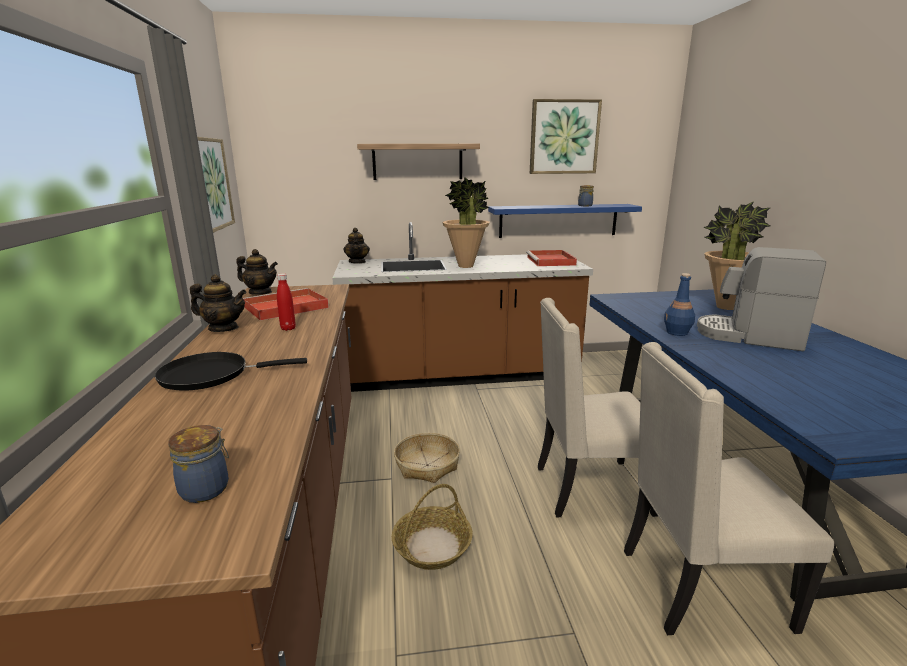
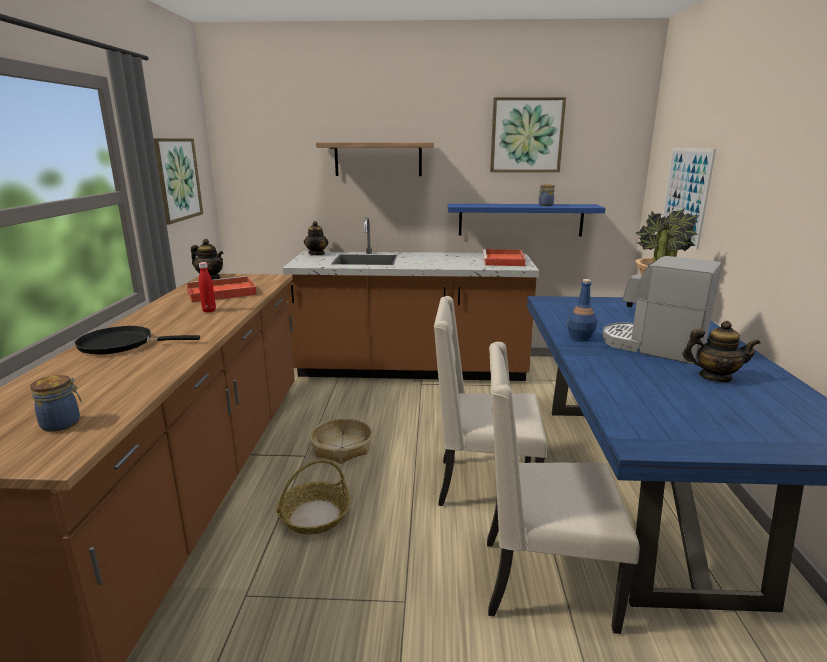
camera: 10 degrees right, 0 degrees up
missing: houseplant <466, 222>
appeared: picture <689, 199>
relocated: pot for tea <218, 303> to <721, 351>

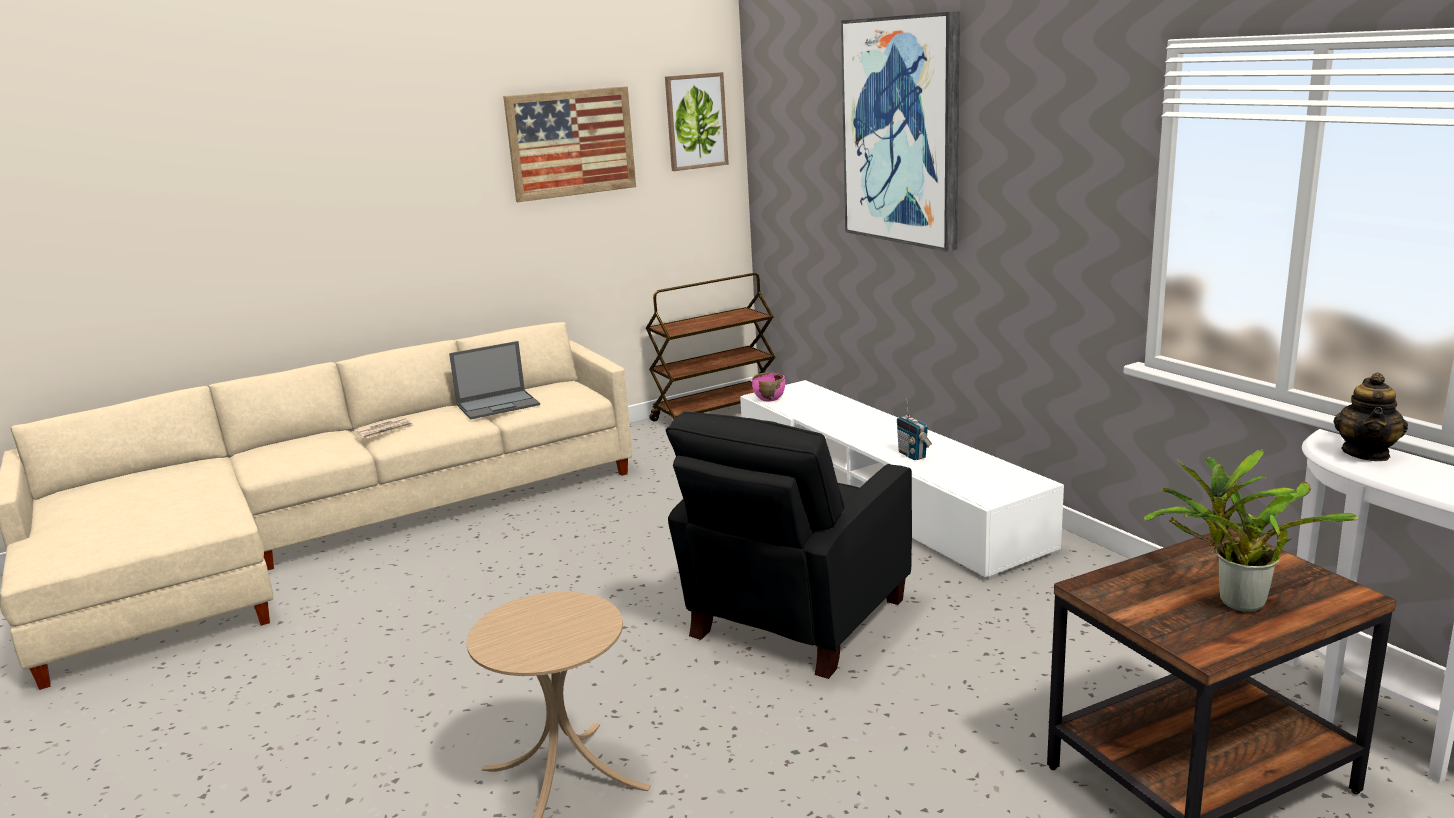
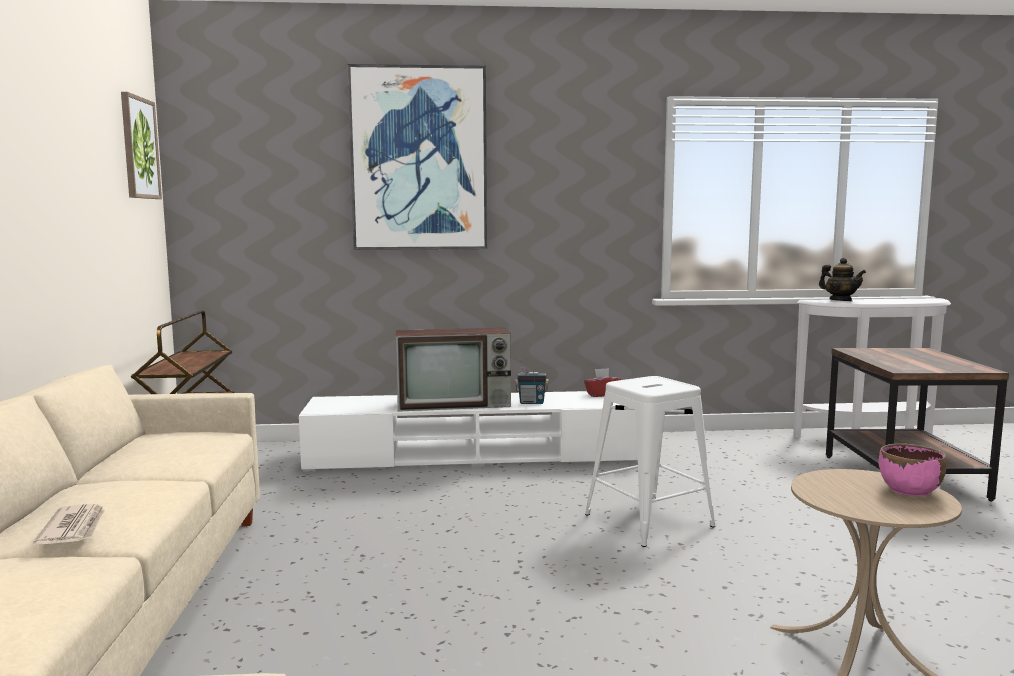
camera: 65 degrees left, 10 degrees down
missing: picture <569, 144>; portable computer <494, 380>; houseplant <1251, 530>
appeared: TV <453, 370>; reddish tissue holder <603, 382>
relocated: pink-coloured serving bowl <768, 386> to <912, 469>
exchanged: black-coloured easy chair <789, 545> to white-coloured stool <650, 461>

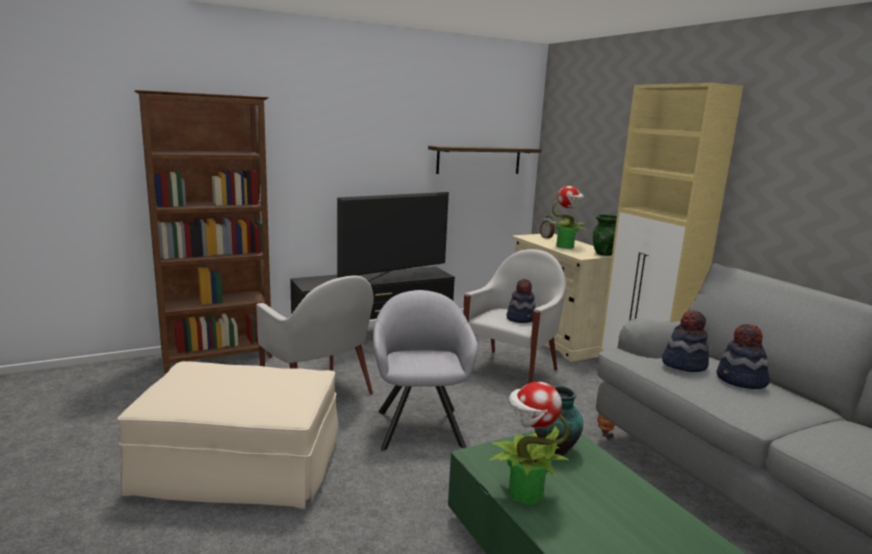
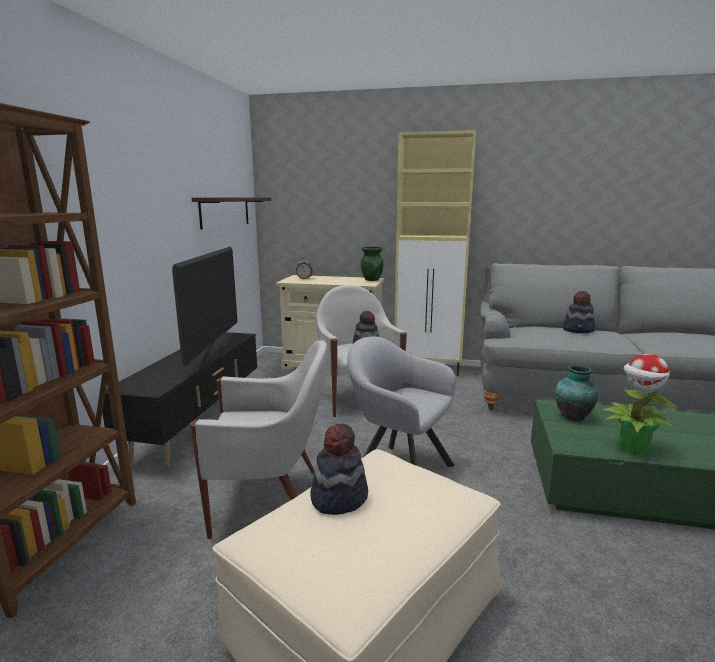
camera: 50 degrees left, 0 degrees up
missing: houseplant <569, 217>
relocated: wearable hat <685, 341> to <339, 469>

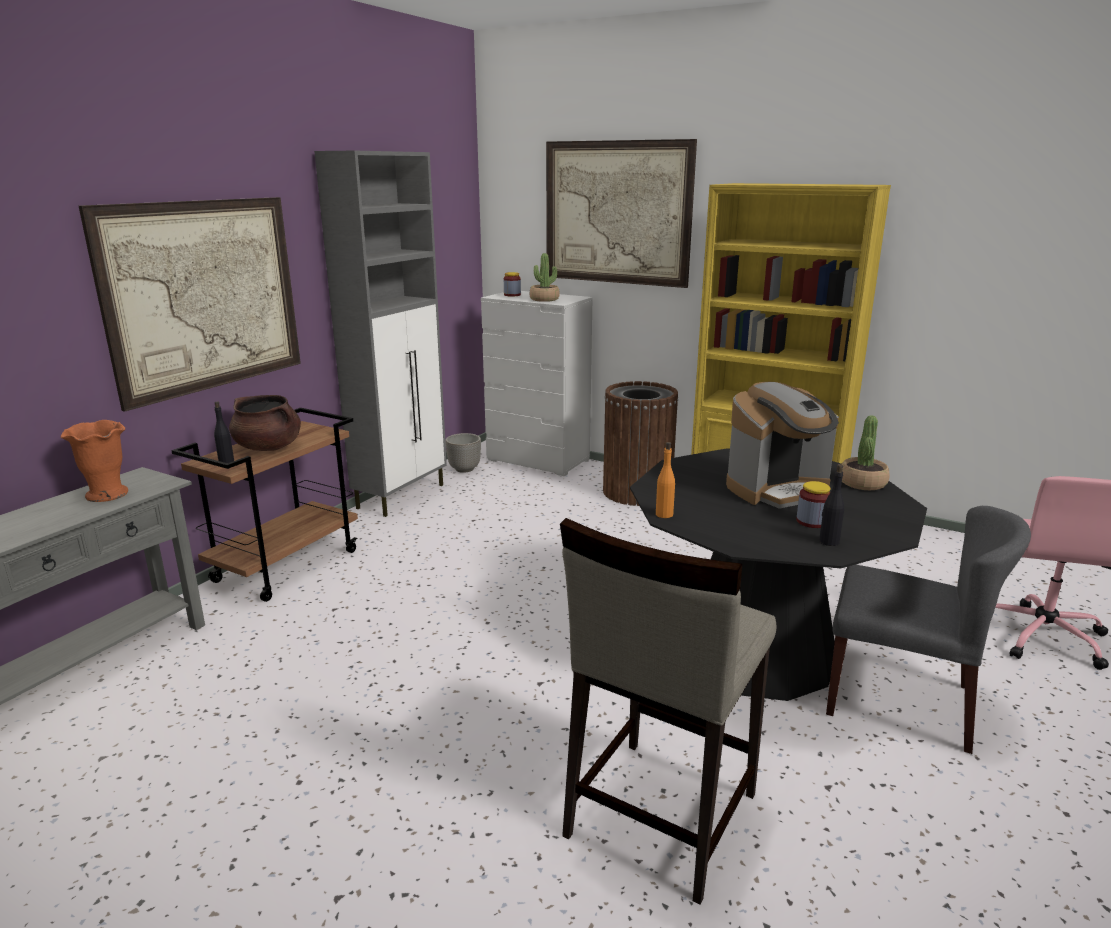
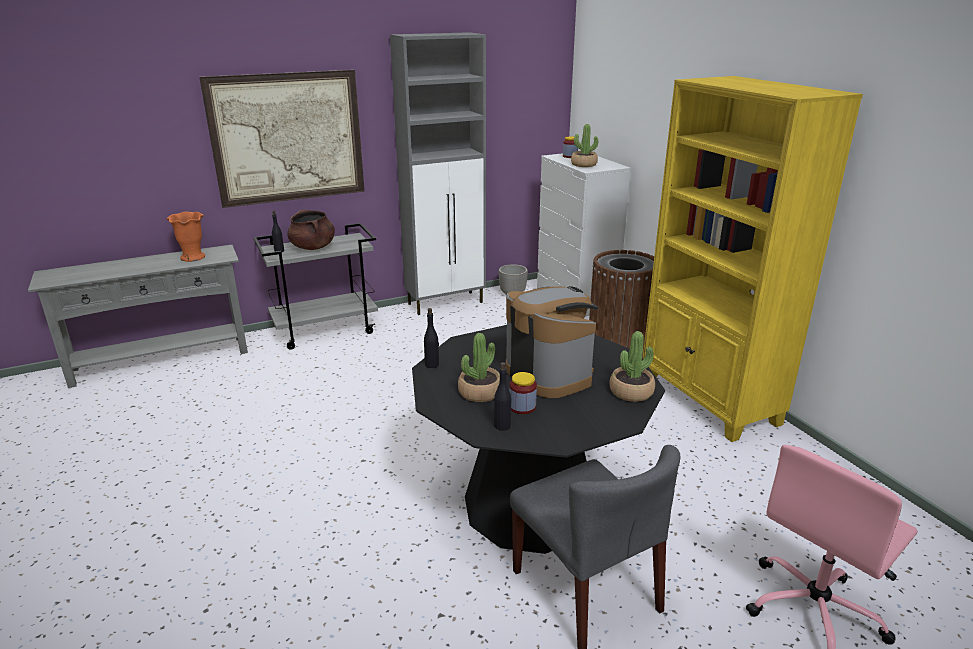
camera: 35 degrees right, 5 degrees up
missing: picture <621, 213>; beige-coloured stool <668, 711>
appeared: houseplant <479, 367>
colour: brown-coloured wheeled cart <265, 505> to grey wheeled cart <315, 286>; orangey beverage bottle <665, 480> to black-coloured beverage bottle <431, 338>
spun: coffee maker <782, 445> = <552, 342> 135 degrees counterclockwise

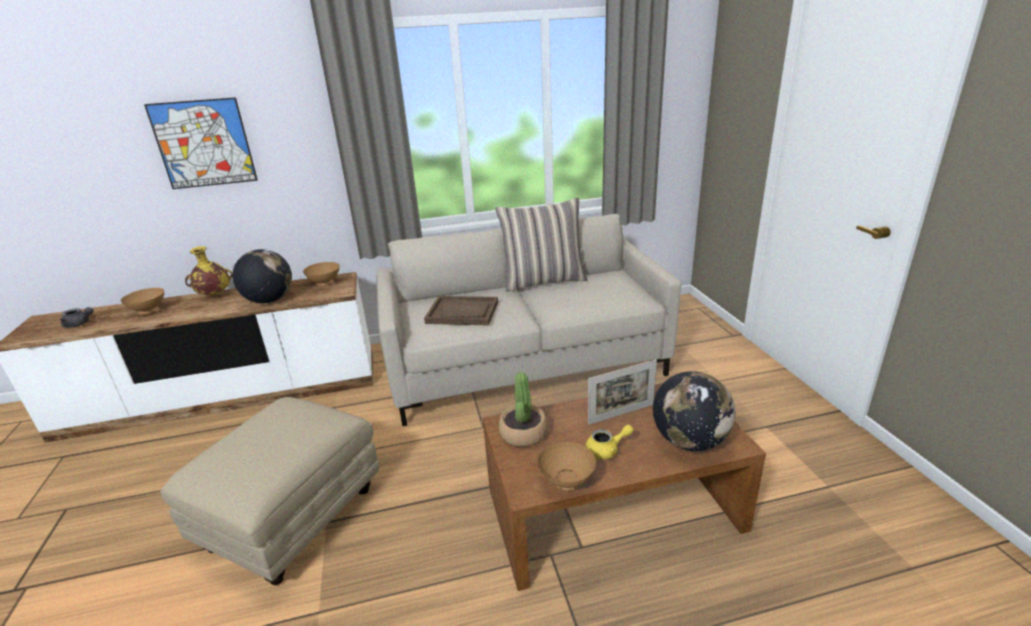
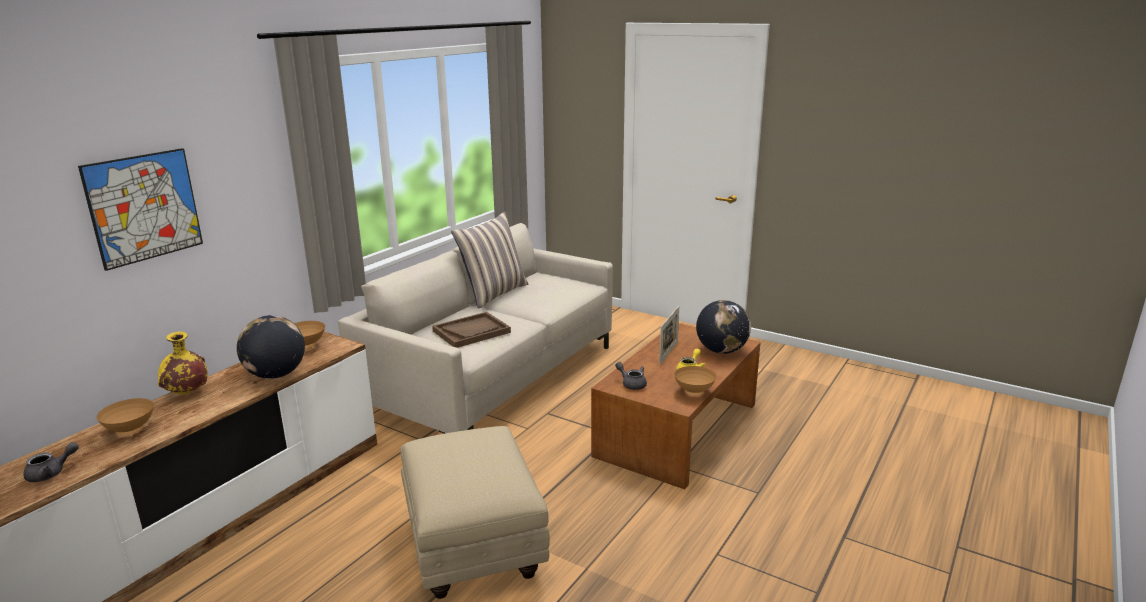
camera: 45 degrees left, 5 degrees down
exchanged: houseplant <523, 409> to grey pot for tea <631, 376>

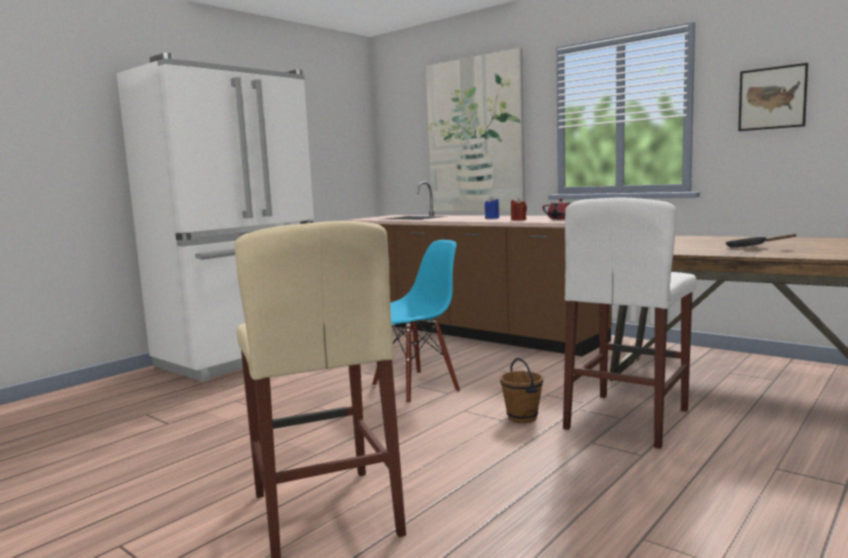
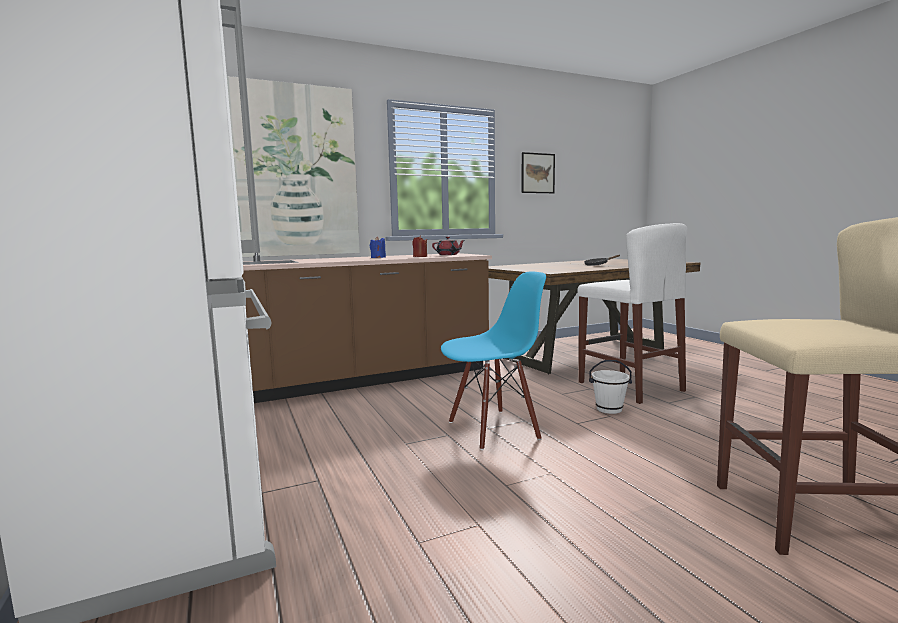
camera: 65 degrees left, 0 degrees up
colour: brown-coloured pail <521, 390> to white-coloured pail <610, 387>
spun: blue-coloured upright chair <416, 322> = <493, 361> 75 degrees clockwise

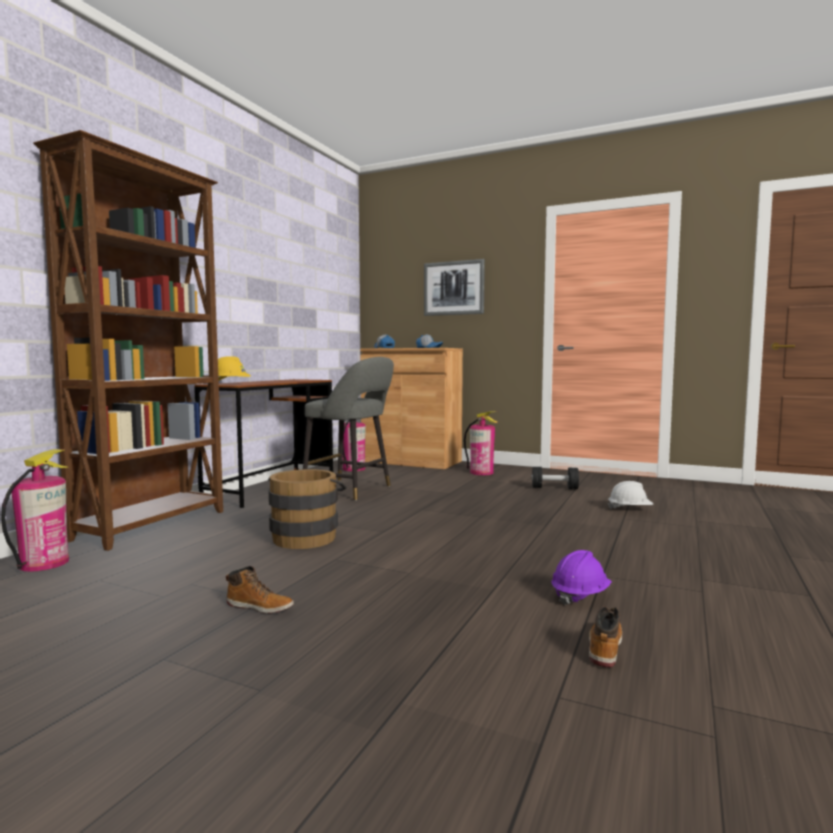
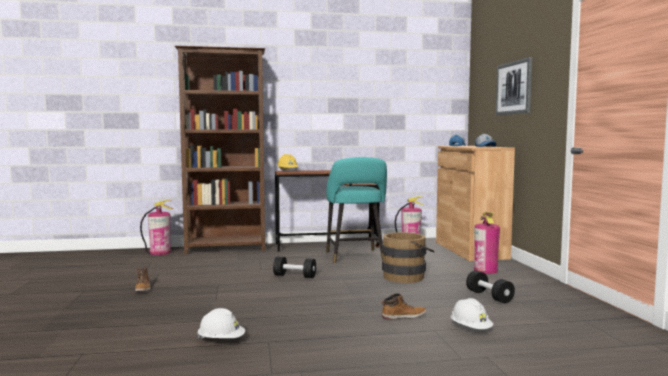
camera: 55 degrees right, 0 degrees up
appeared: black-coloured dumbbell <294, 267>
relocated: brown-coloured pail <307, 509> to <408, 257>; tall boot <605, 637> to <404, 306>
colour: grey stool <348, 429> to blue-green stool <356, 210>; purplish work helmet <582, 577> to white-coloured work helmet <221, 323>

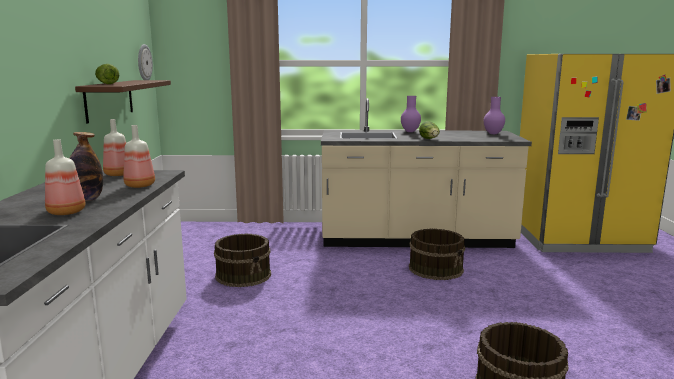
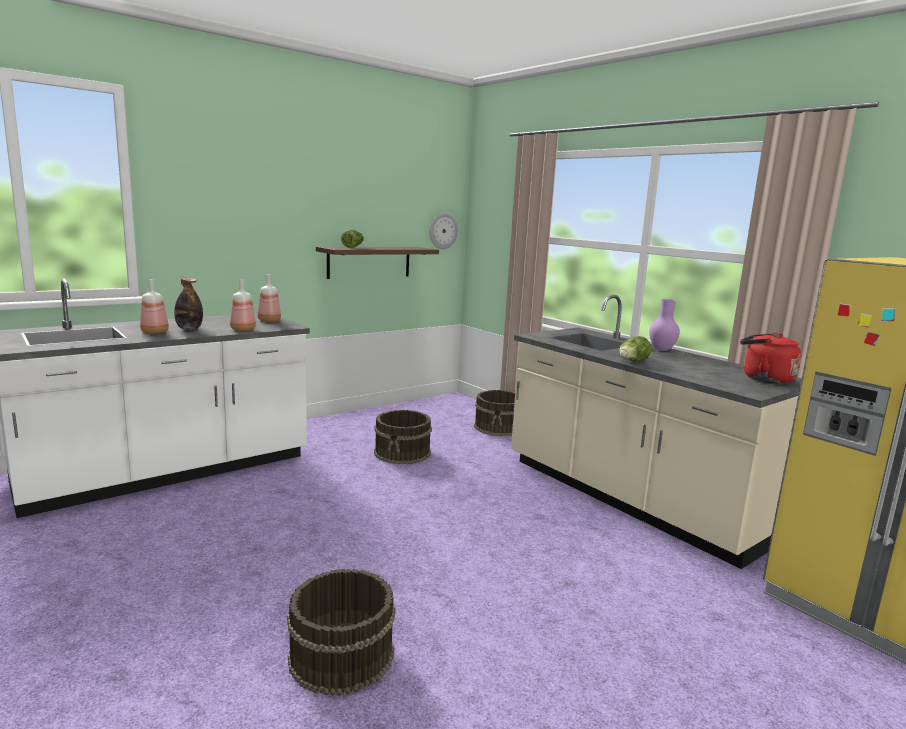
camera: 50 degrees right, 0 degrees up
relocated: brown-coloured pail <437, 254> to <494, 413>
exchanged: purplish vase <494, 115> to reddish water kettle <770, 358>

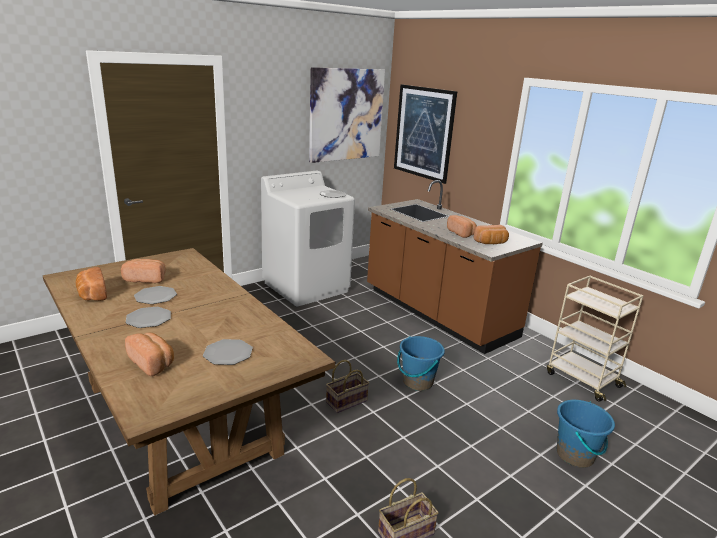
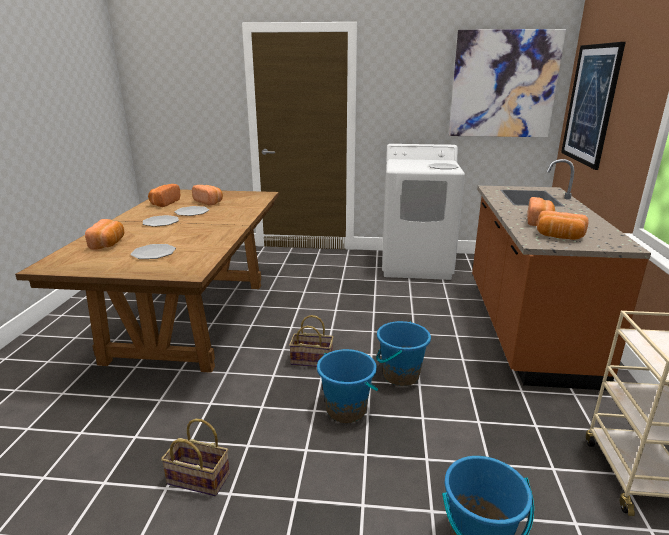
camera: 45 degrees right, 0 degrees up
appeared: blue-coloured pail <347, 386>

